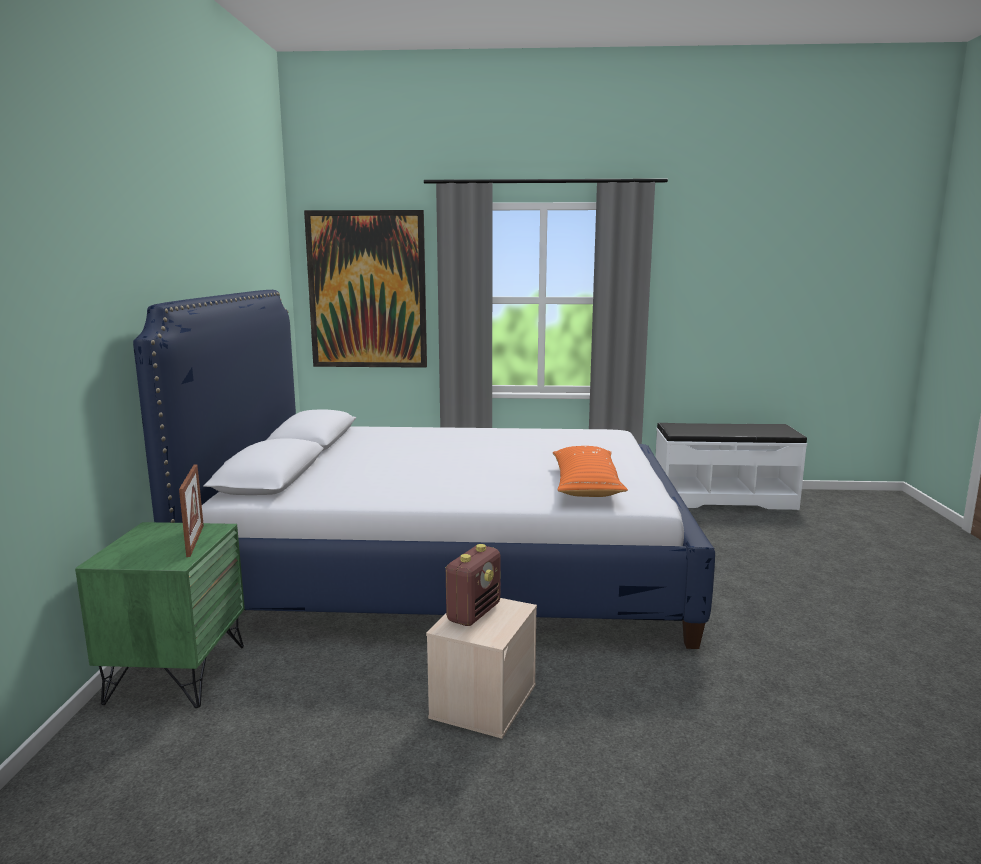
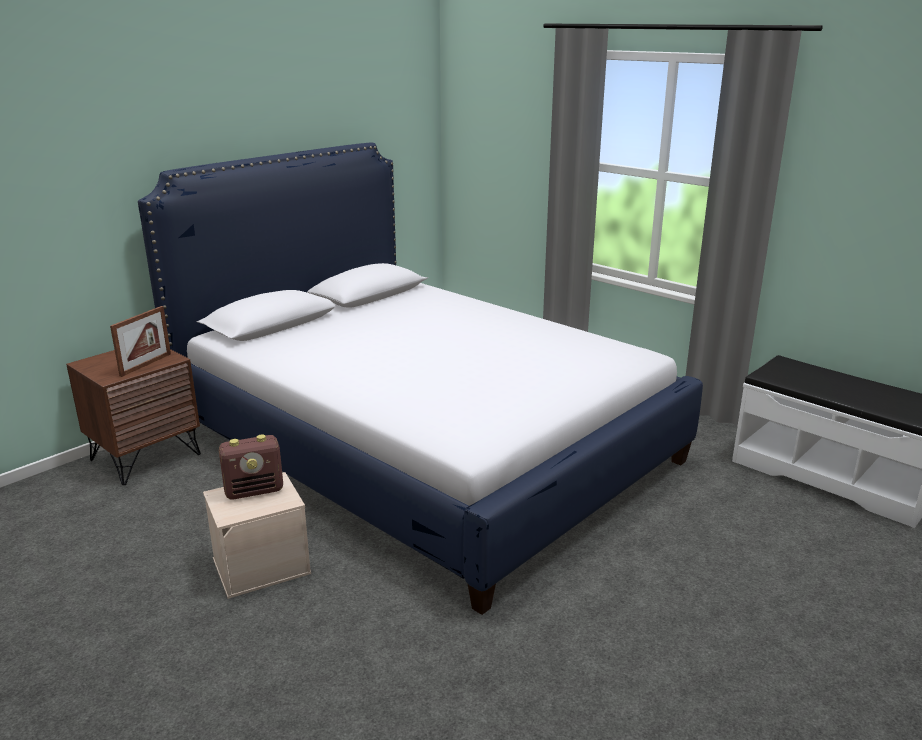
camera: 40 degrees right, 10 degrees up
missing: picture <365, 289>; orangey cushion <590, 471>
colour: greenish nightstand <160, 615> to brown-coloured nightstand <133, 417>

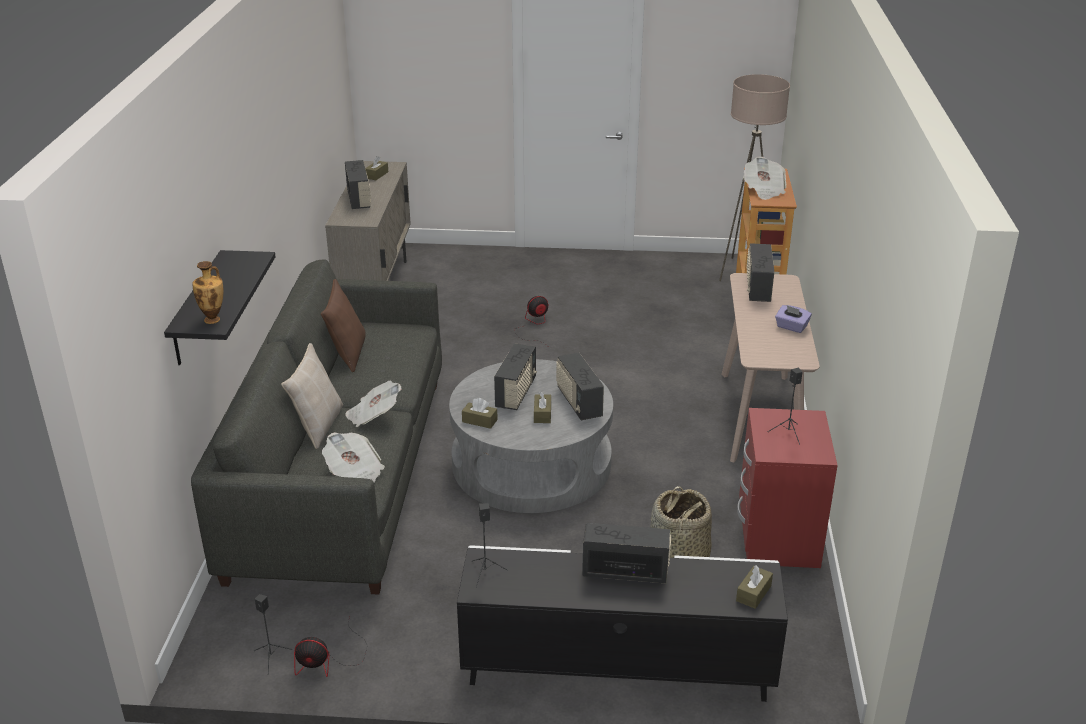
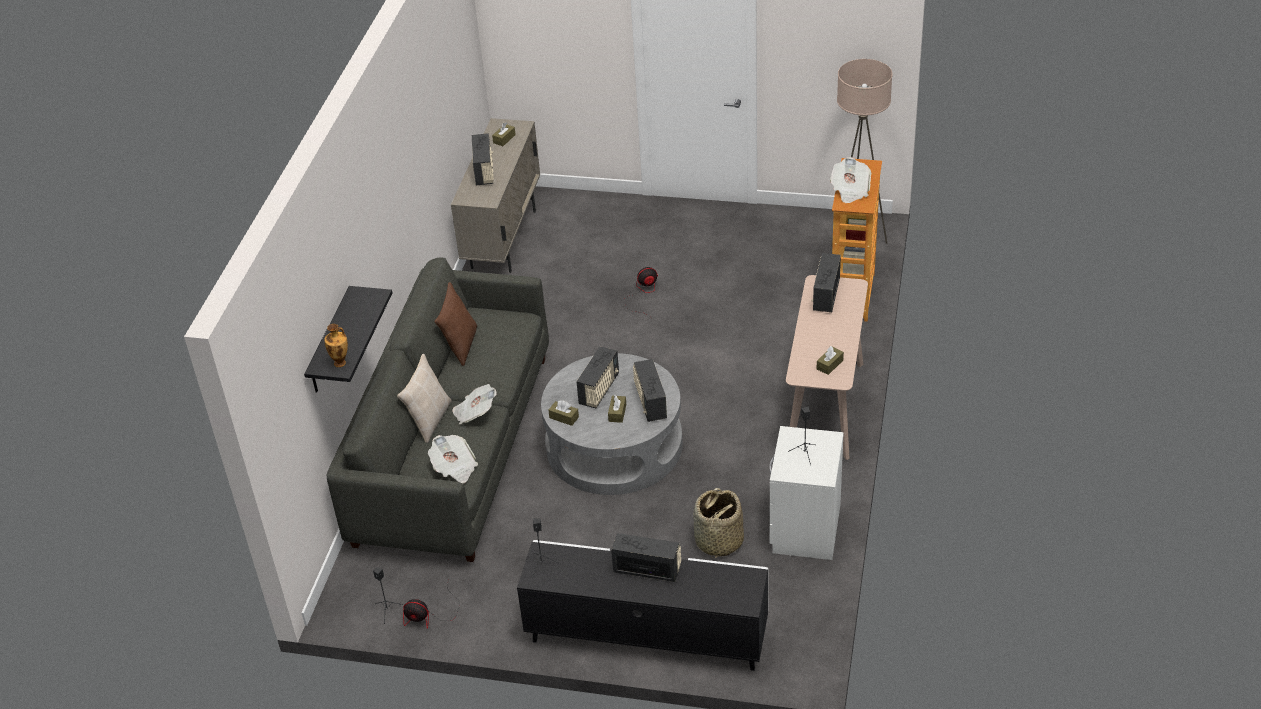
camera: 10 degrees right, 10 degrees up
missing: purplish tissue holder <793, 319>
relocated: brown-coloured tissue holder <754, 587> to <830, 360>
colour: reddish nightstand <787, 488> to white-coloured nightstand <807, 493>

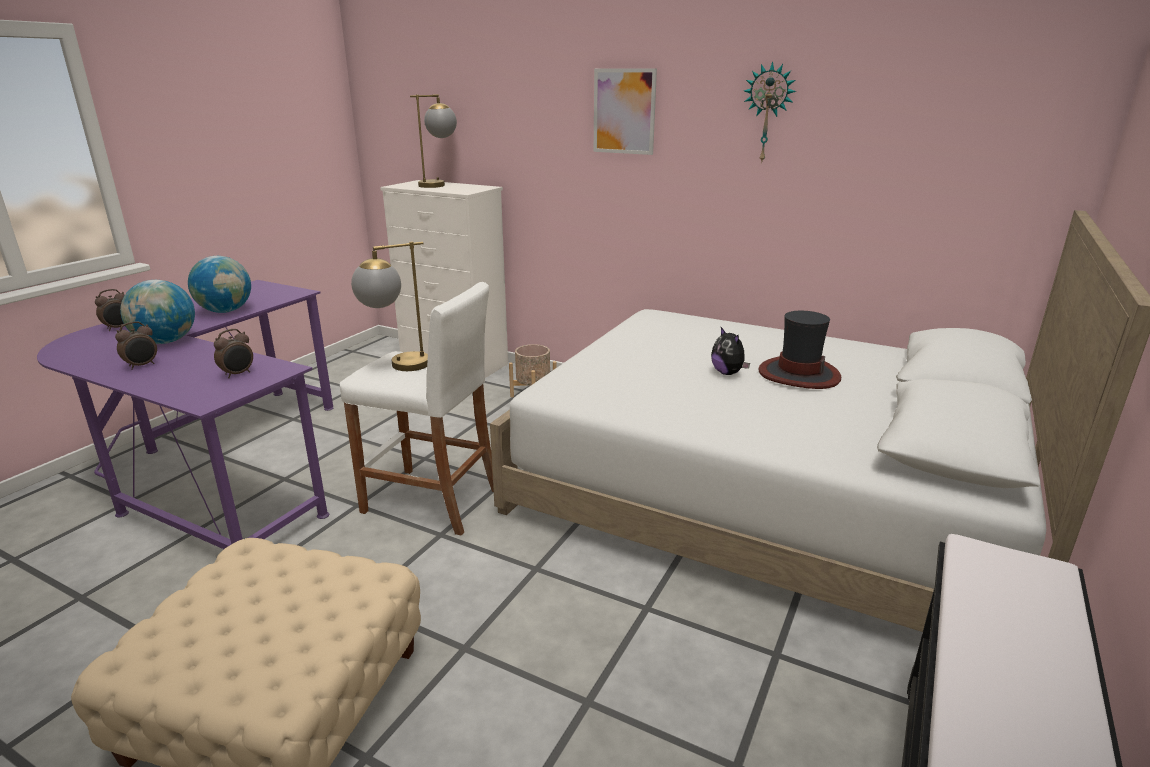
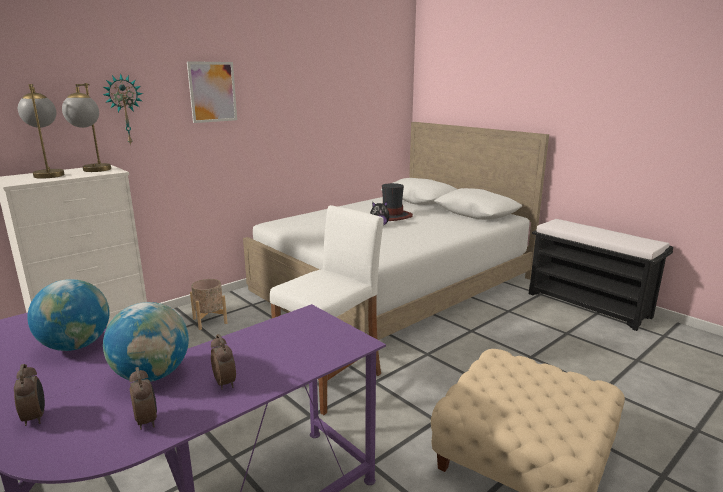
camera: 70 degrees left, 5 degrees down
relocated: clock on the wall <770, 112> to <123, 109>; tabletop lamp <389, 306> to <86, 127>; bedside clock <233, 353> to <143, 398>

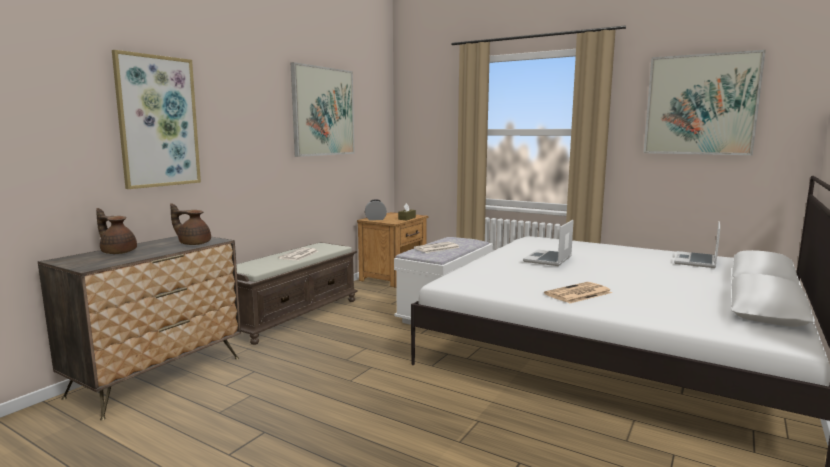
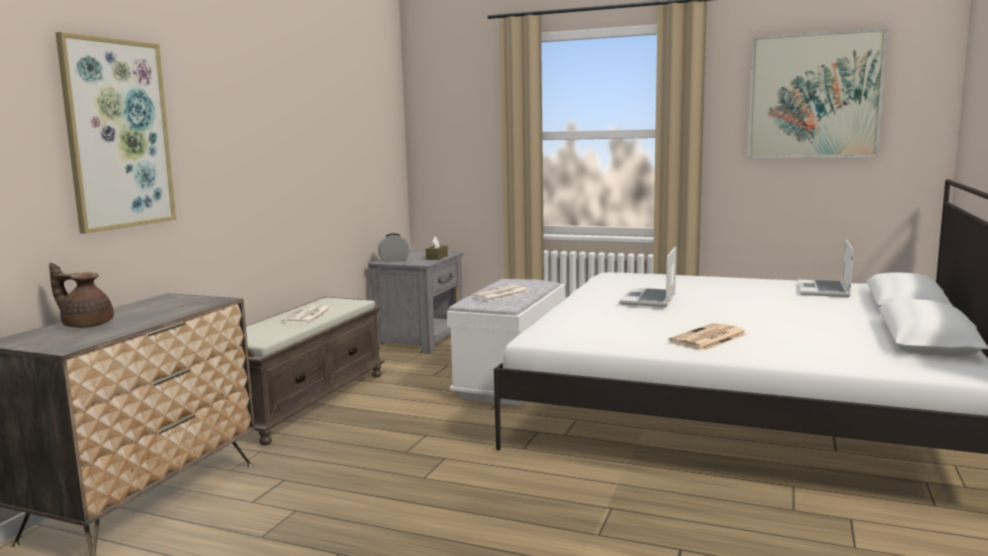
camera: 10 degrees left, 0 degrees up
missing: picture <323, 109>; brown-coloured pot for tea <190, 224>
colour: brown-coloured nightstand <393, 250> to grey nightstand <415, 302>

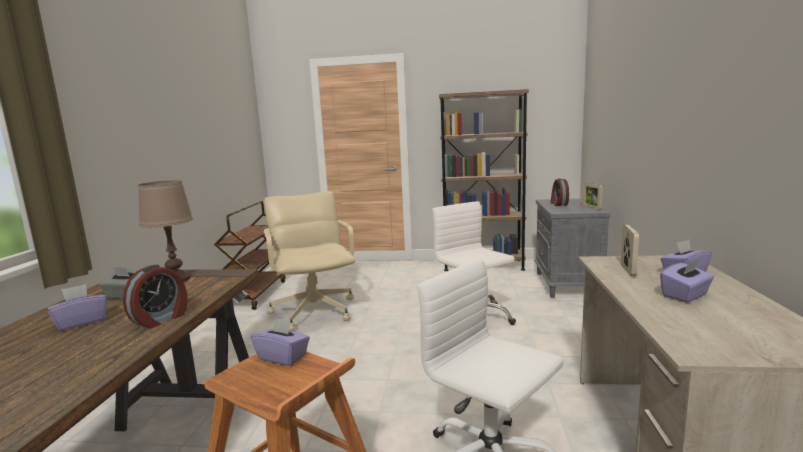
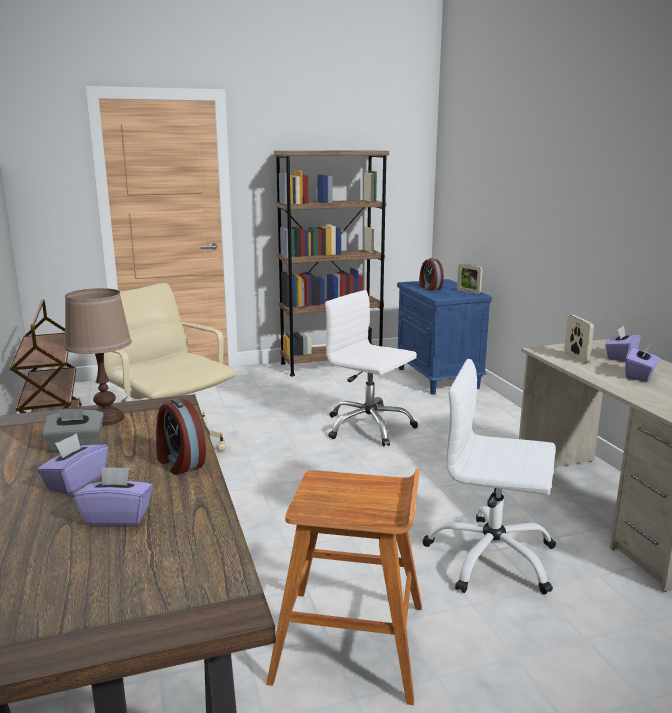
camera: 25 degrees left, 5 degrees up
relocated: purplish tissue holder <280, 342> to <113, 495>
colour: grey nightstand <572, 248> to blue-coloured nightstand <444, 337>
spun: bedside clock <155, 296> = <181, 436> 135 degrees clockwise

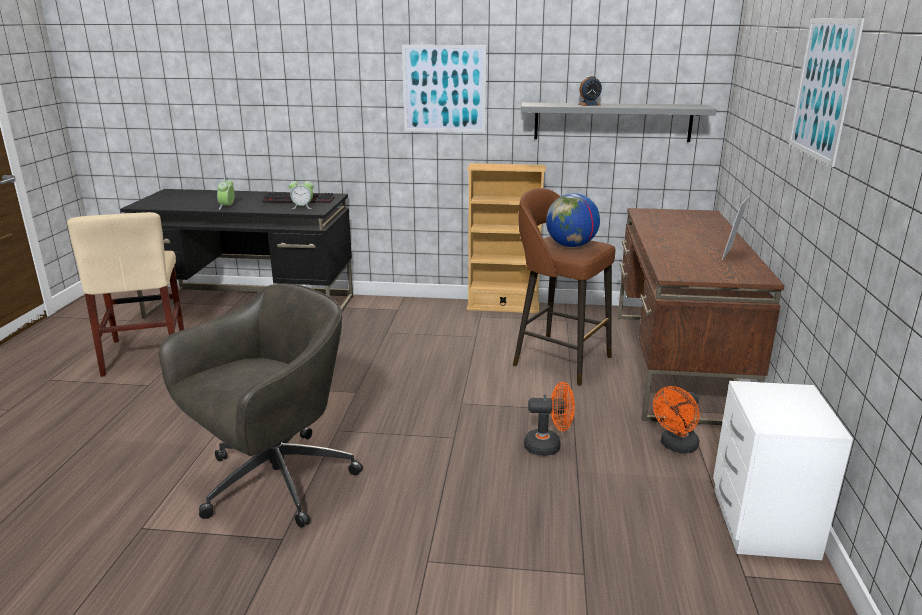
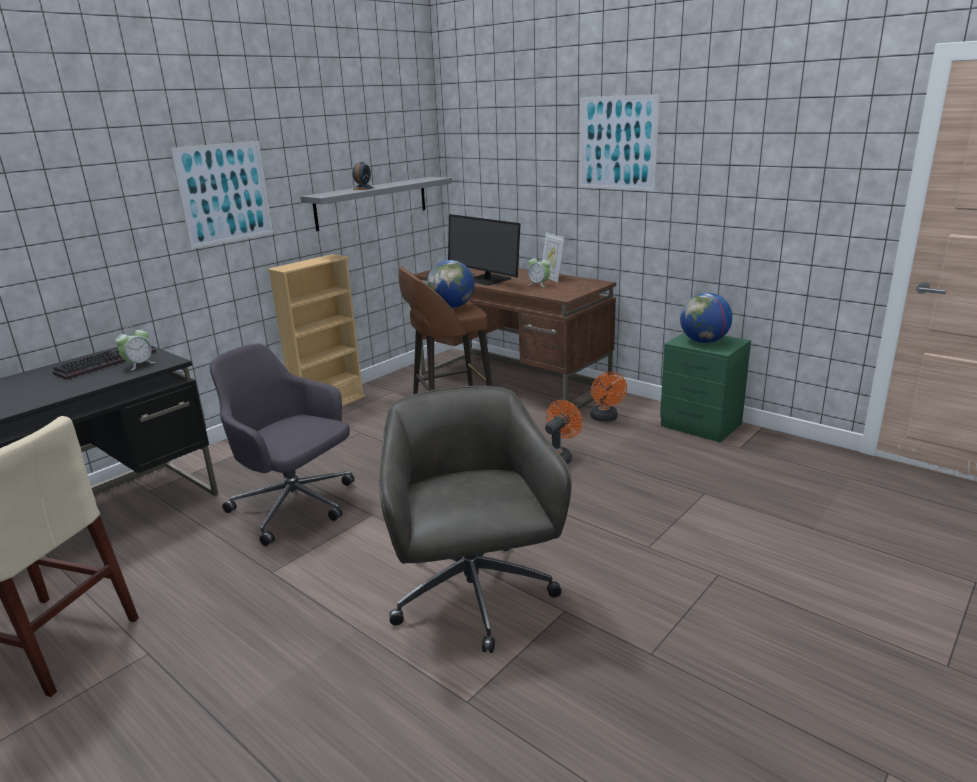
camera: 55 degrees left, 0 degrees up
appeared: computer display <484, 250>; desk globe <706, 318>; grey office chair <281, 444>
relocated: bedside clock <226, 193> to <539, 271>
colour: white-coloured nightstand <783, 470> to greenish nightstand <705, 387>

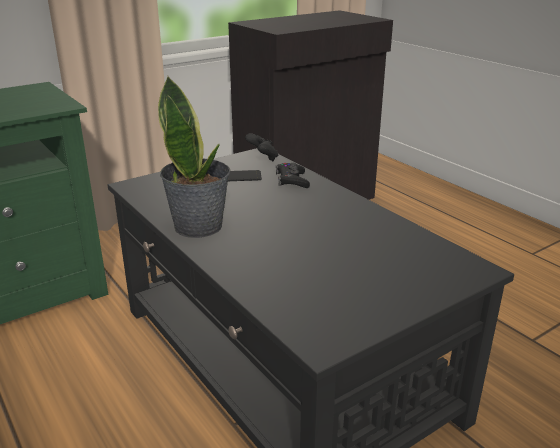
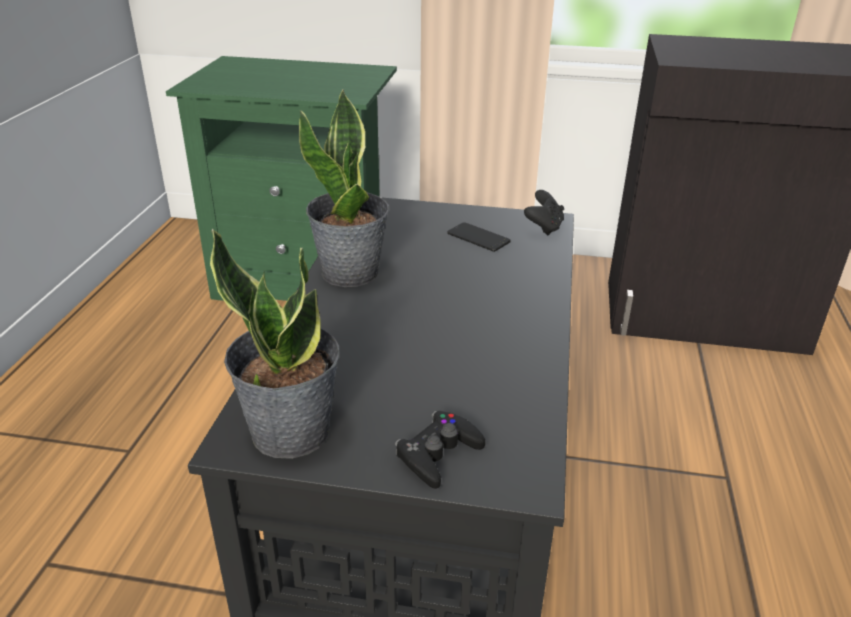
camera: 45 degrees right, 5 degrees up
appeared: houseplant <274, 343>
relocated: black-coloured joypad <293, 175> to <440, 450>

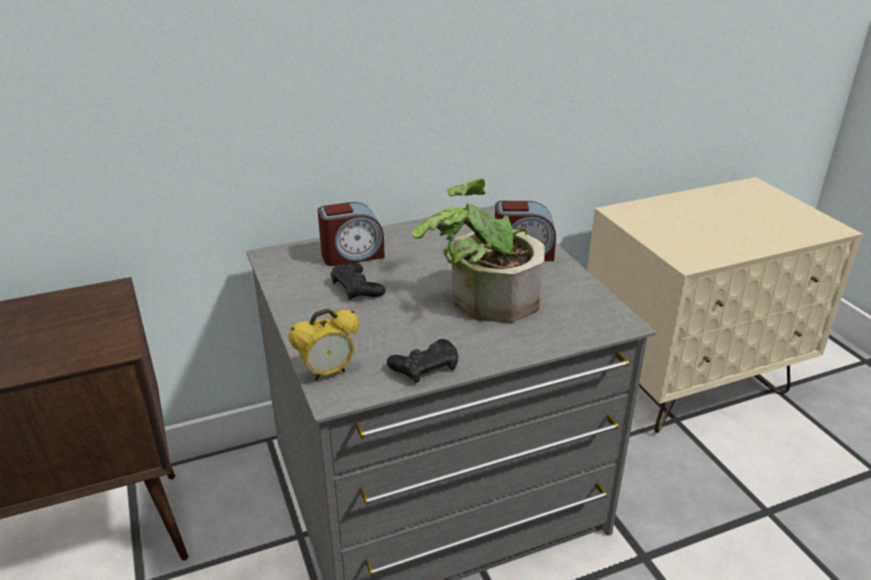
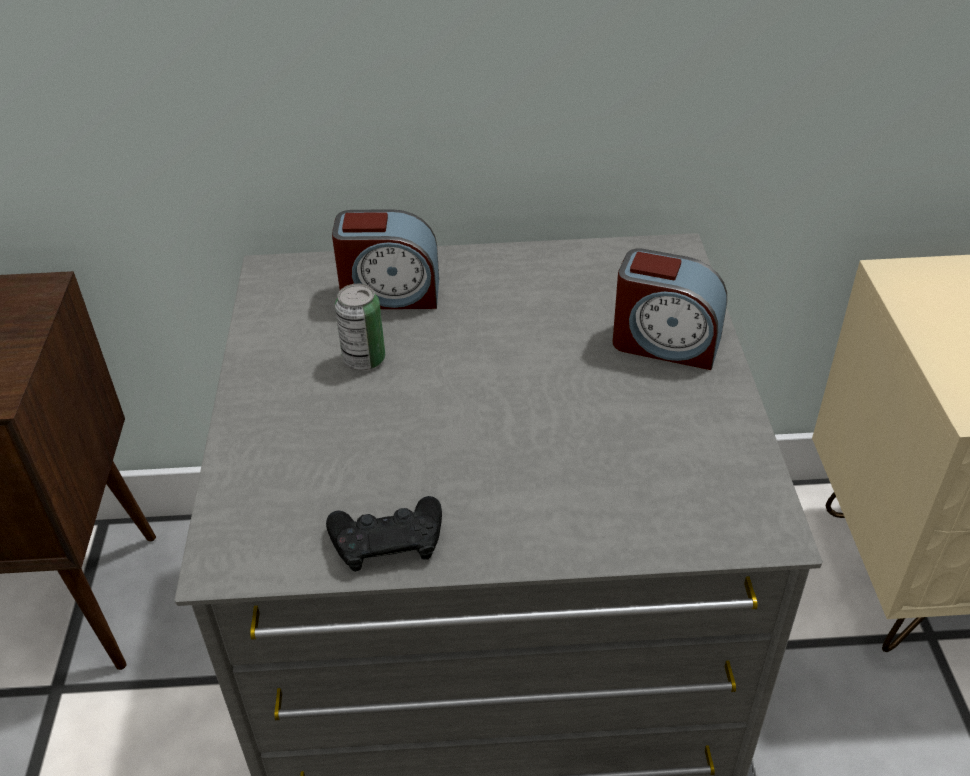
camera: 20 degrees right, 10 degrees up
missing: houseplant <478, 250>; bedside clock <323, 344>
exchanged: black-coloured joypad <358, 281> to metal can <360, 327>

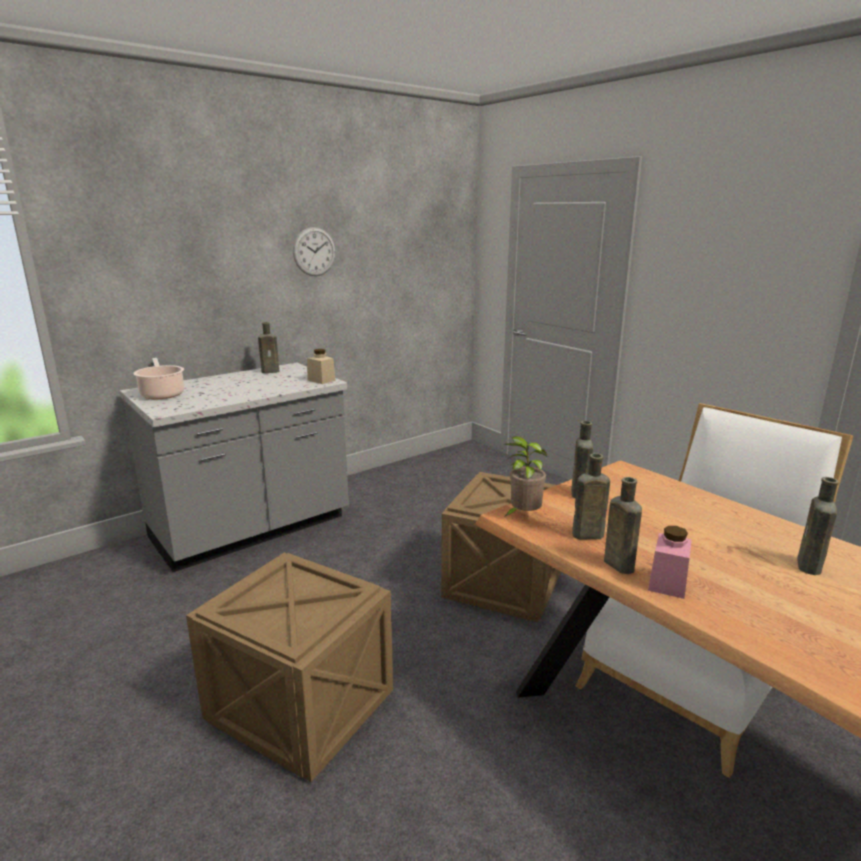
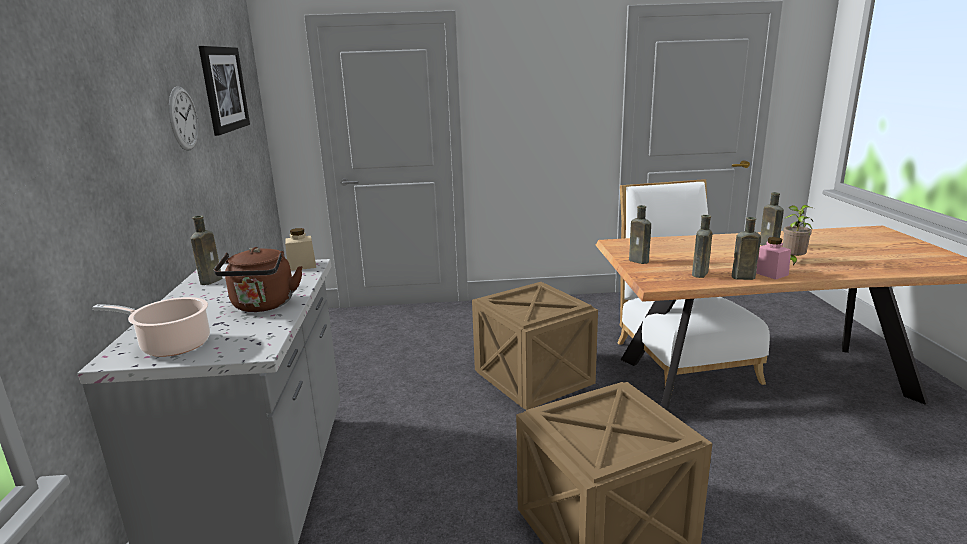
camera: 55 degrees left, 0 degrees up
appeared: picture <224, 91>; brown-coloured water kettle <258, 279>
relocated: houseplant <525, 476> to <798, 235>

